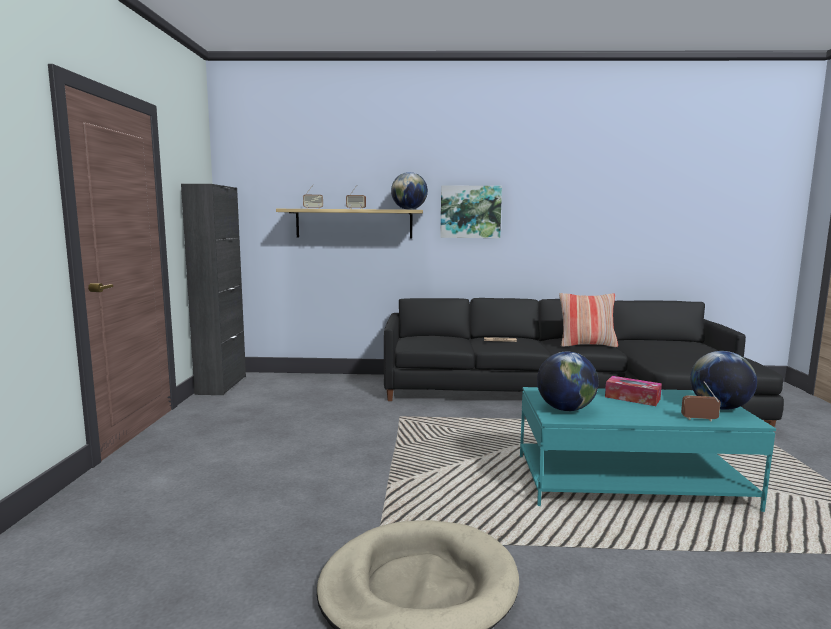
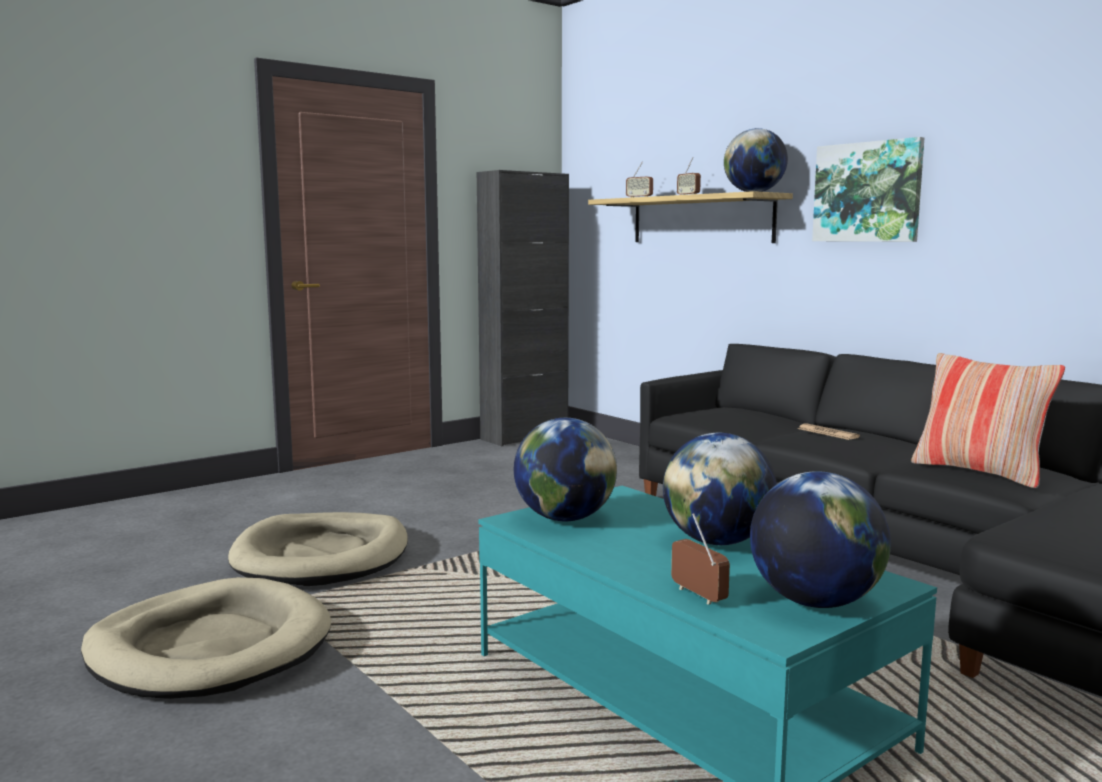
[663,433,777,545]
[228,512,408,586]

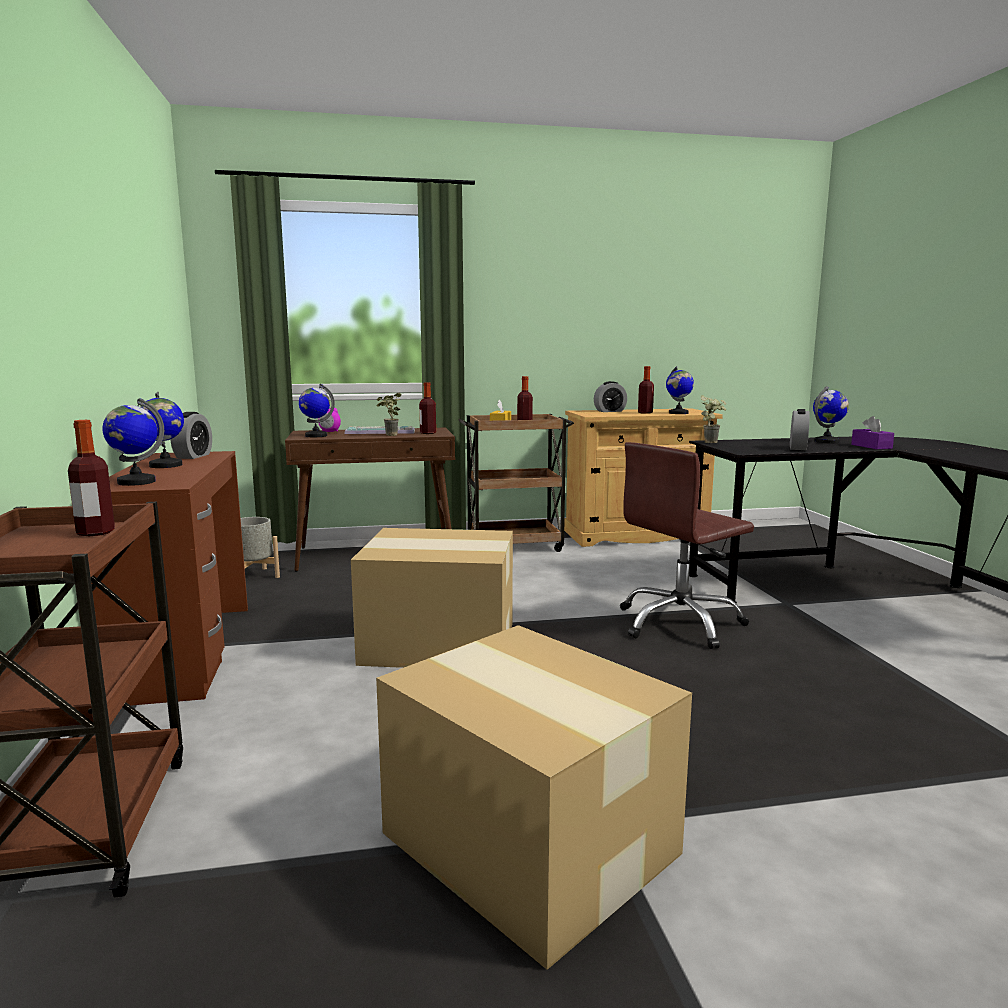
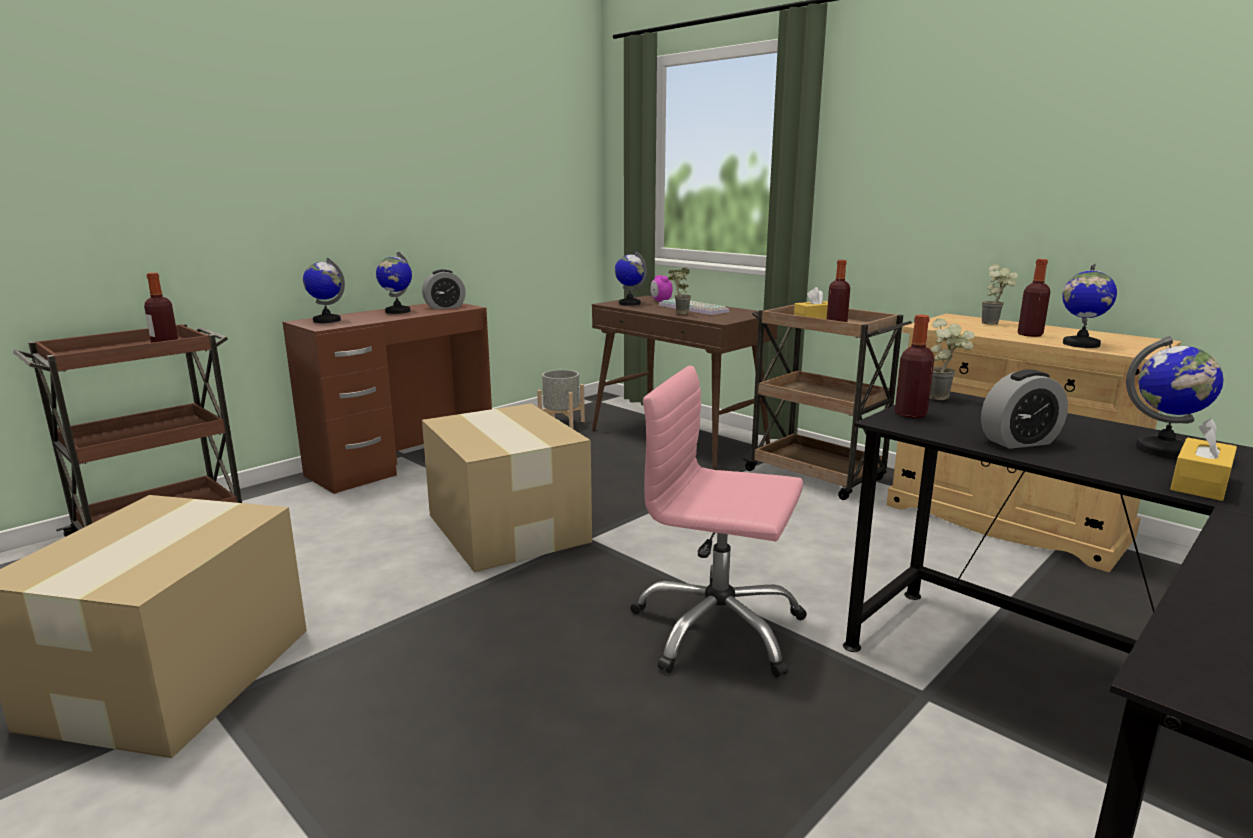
[982,264,1018,325]
[895,315,934,418]
[1170,418,1237,501]
[630,366,807,678]

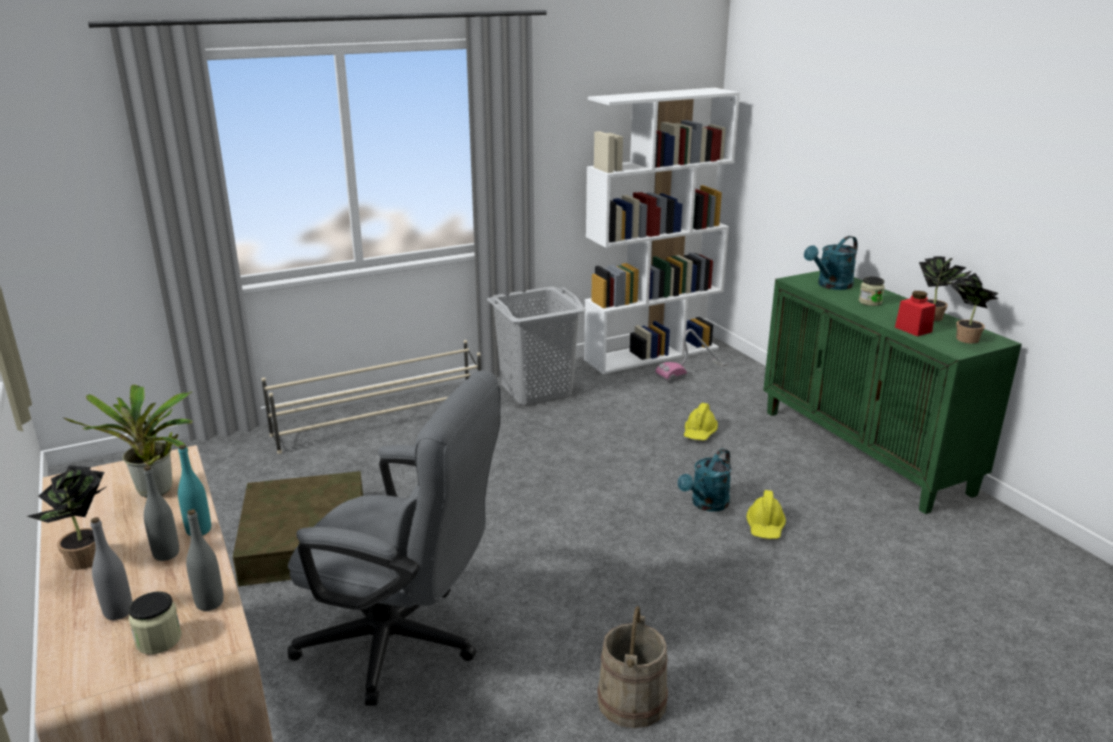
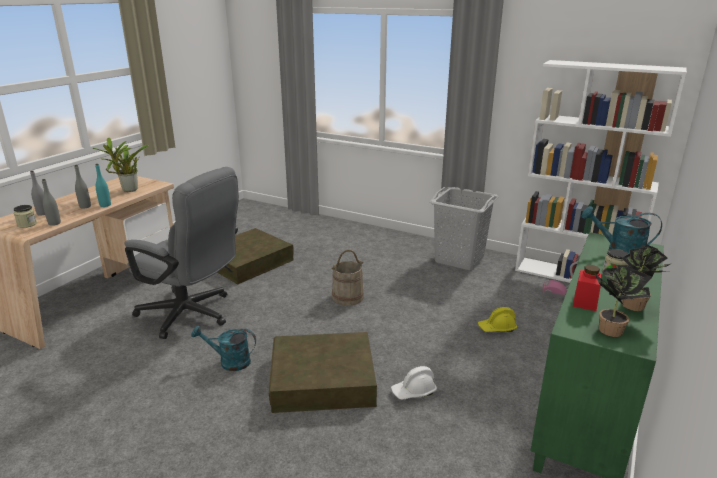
[261,340,481,454] (first image)
[124,167,239,339]
[191,325,256,371]
[27,466,106,570] (first image)
[391,366,437,400]
[332,250,364,306]
[269,332,377,413]

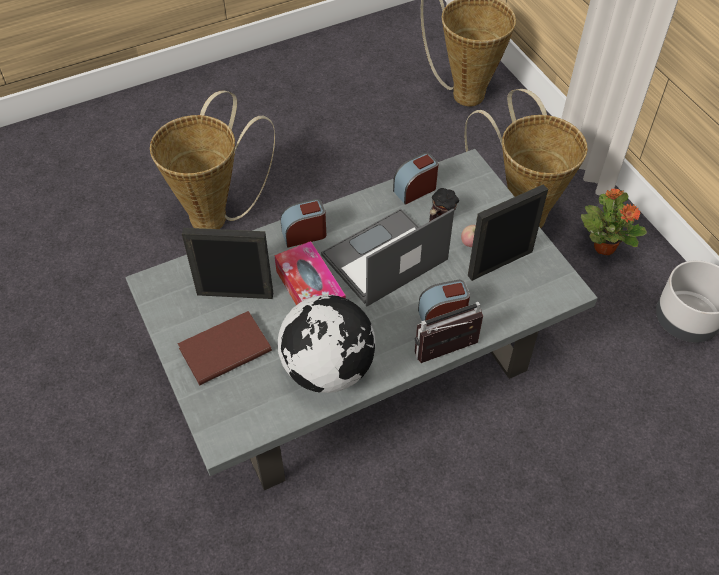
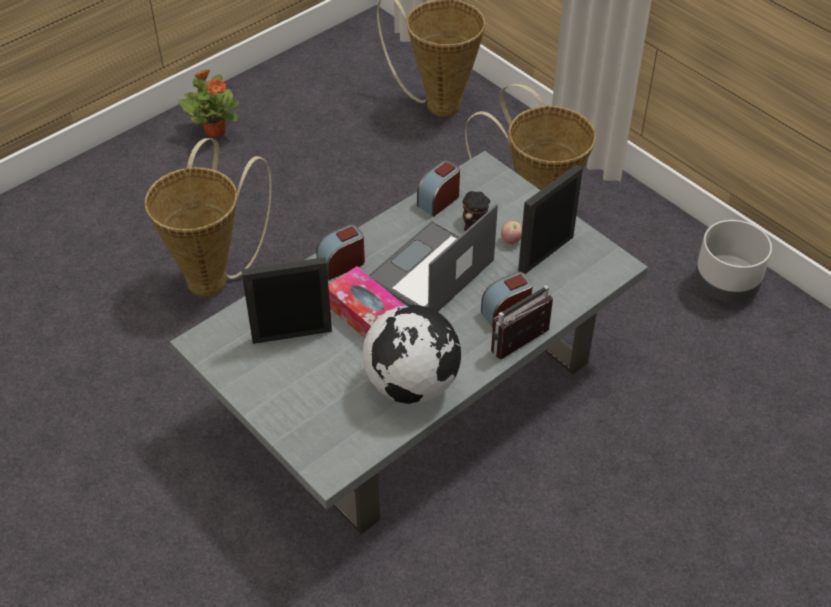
[178,69,239,137]
[177,311,272,385] (first image)

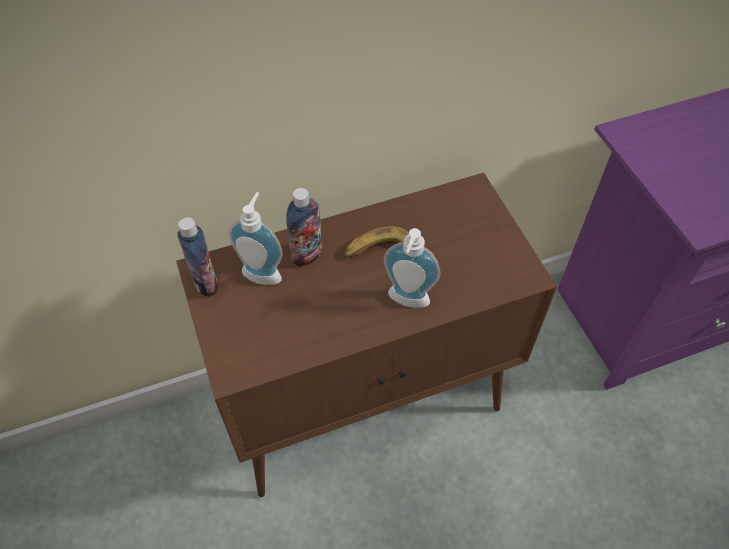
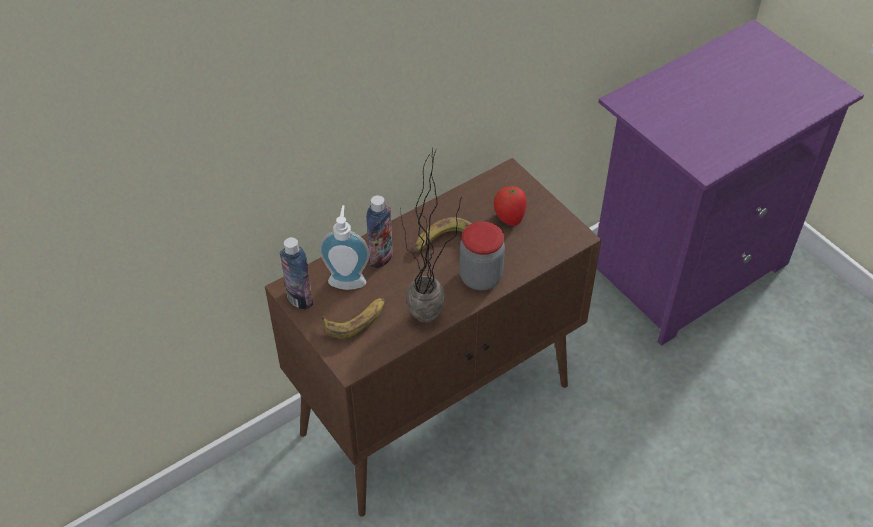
[460,222,505,290]
[400,148,462,323]
[494,185,527,226]
[322,298,385,339]

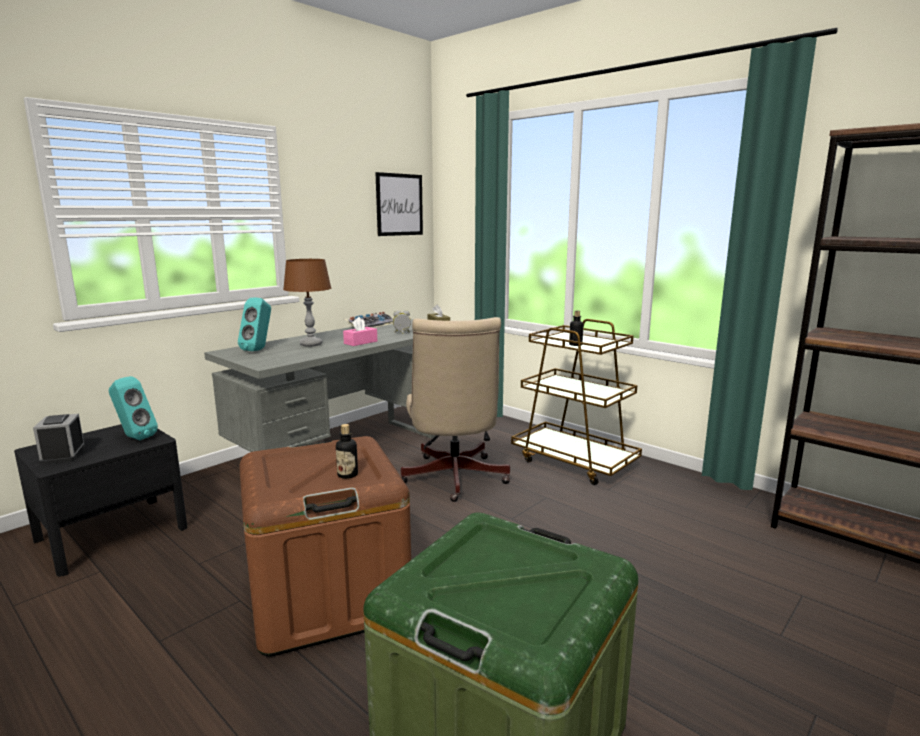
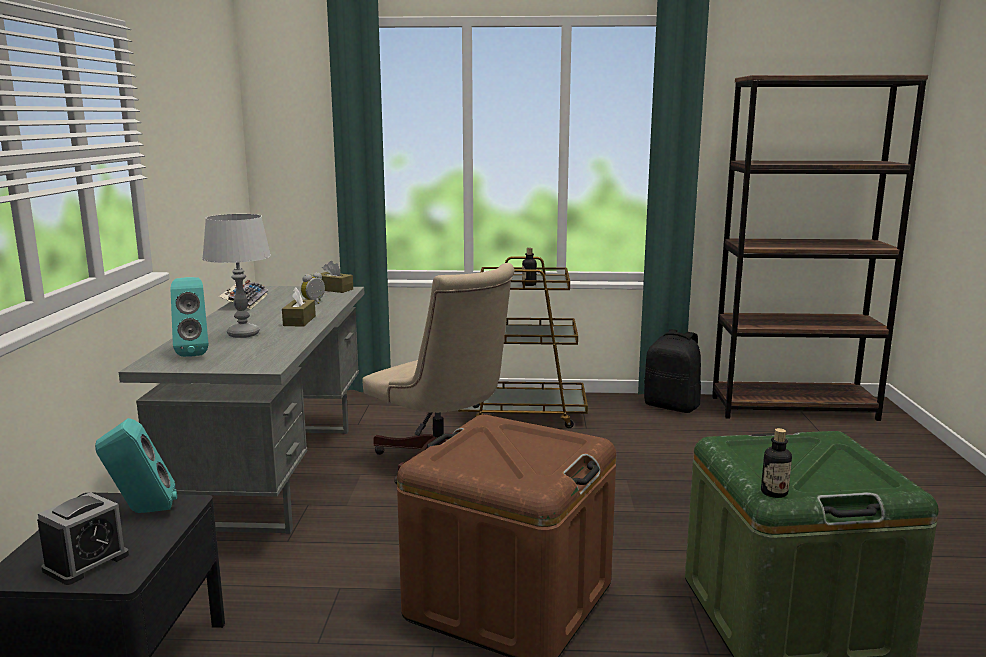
[375,172,423,236] (first image)
[202,214,271,338]
[282,288,316,327]
[37,492,129,585]
[761,428,792,498]
[644,329,701,413]

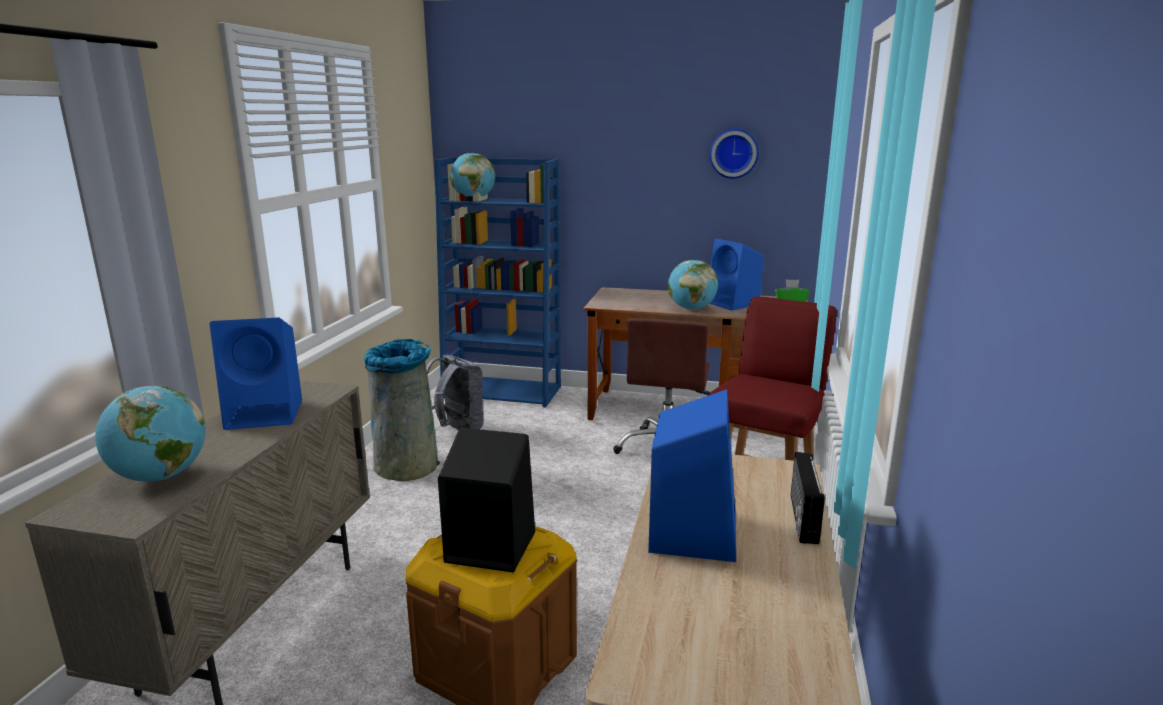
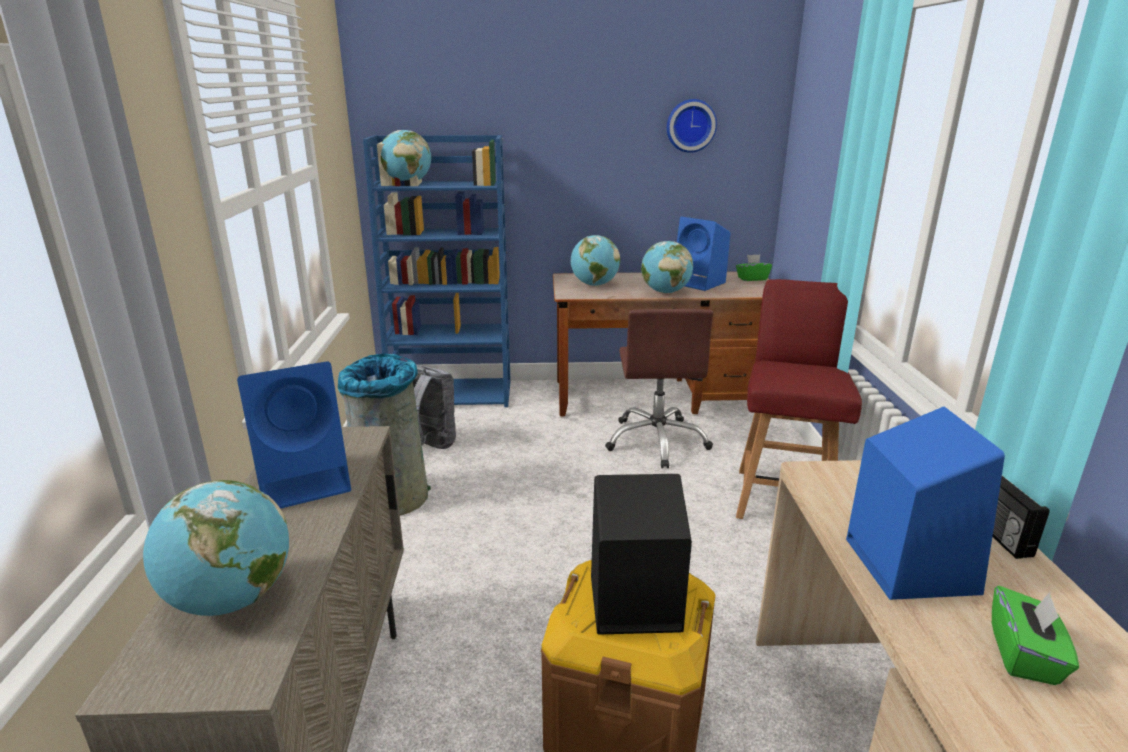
[571,235,620,286]
[992,586,1079,685]

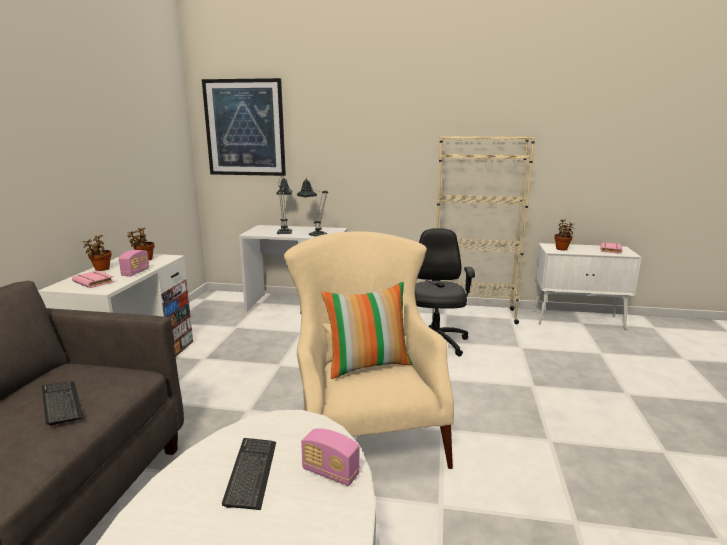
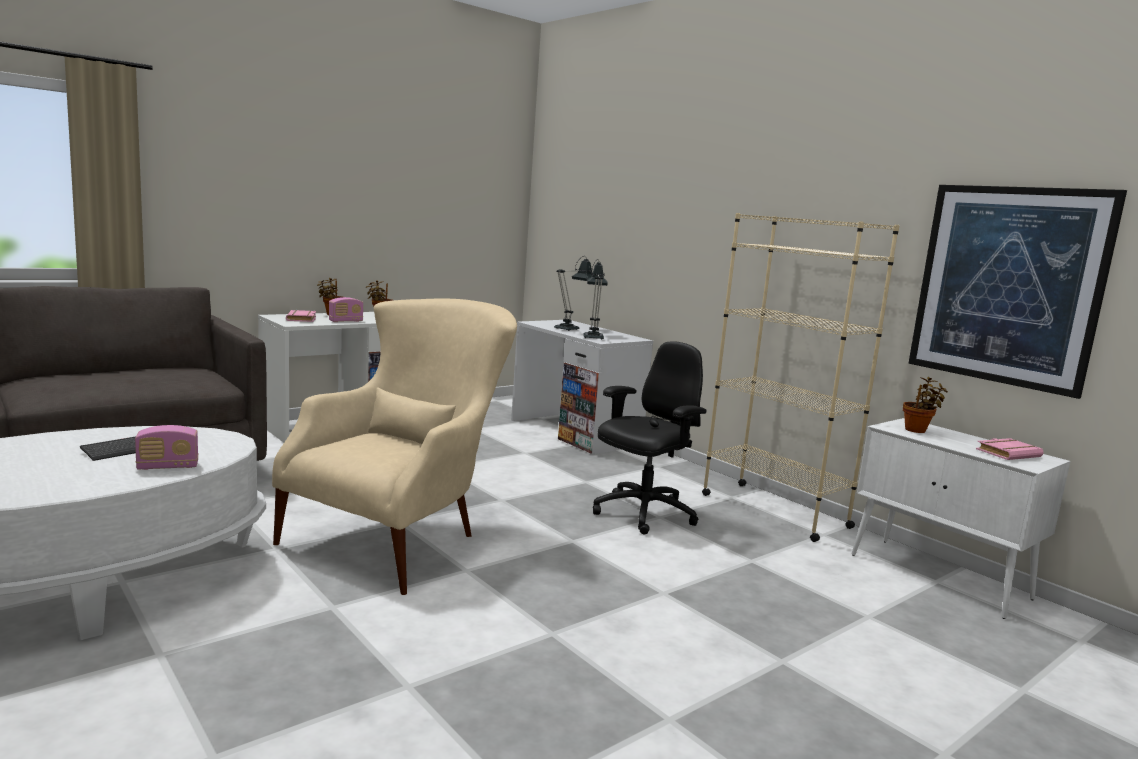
[908,185,1127,399]
[321,282,412,379] (first image)
[42,382,84,426] (first image)
[135,425,199,470]

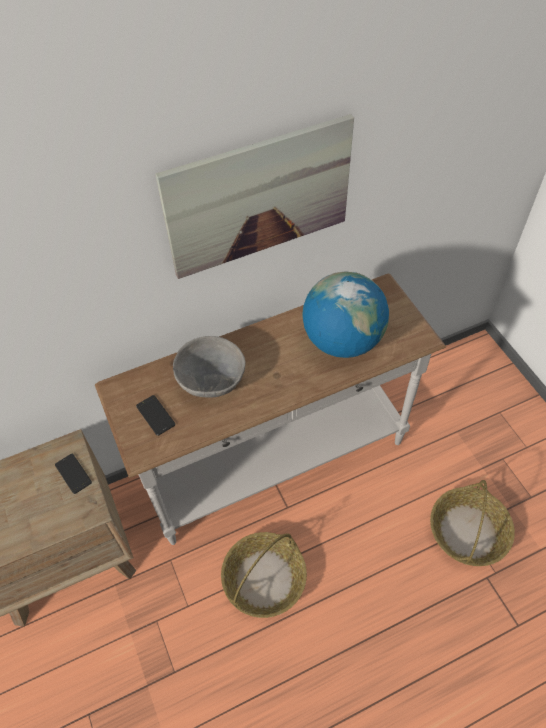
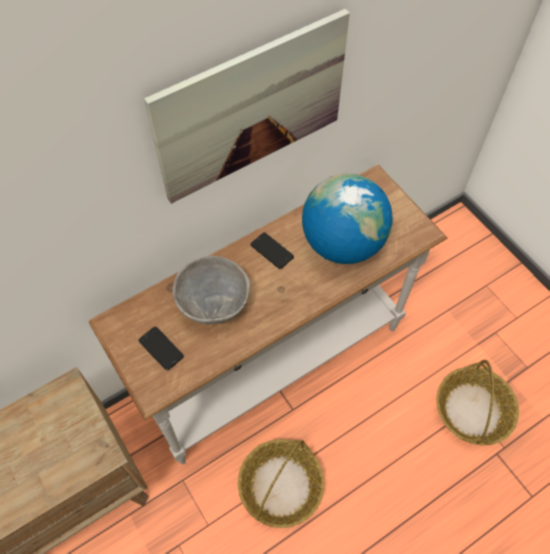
[250,232,294,269]

